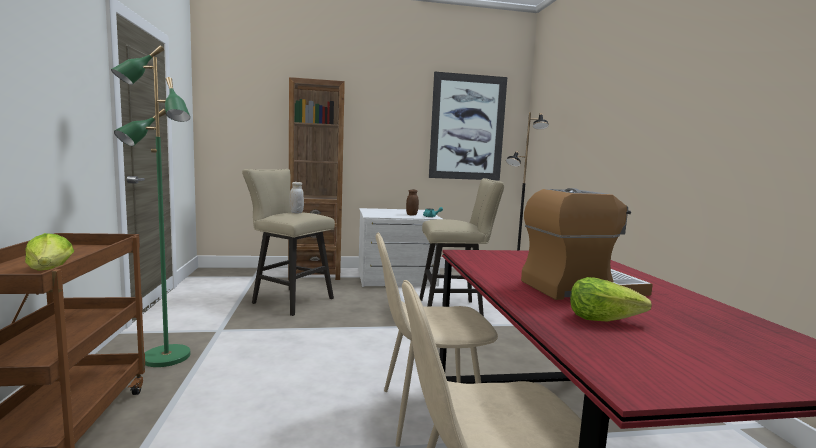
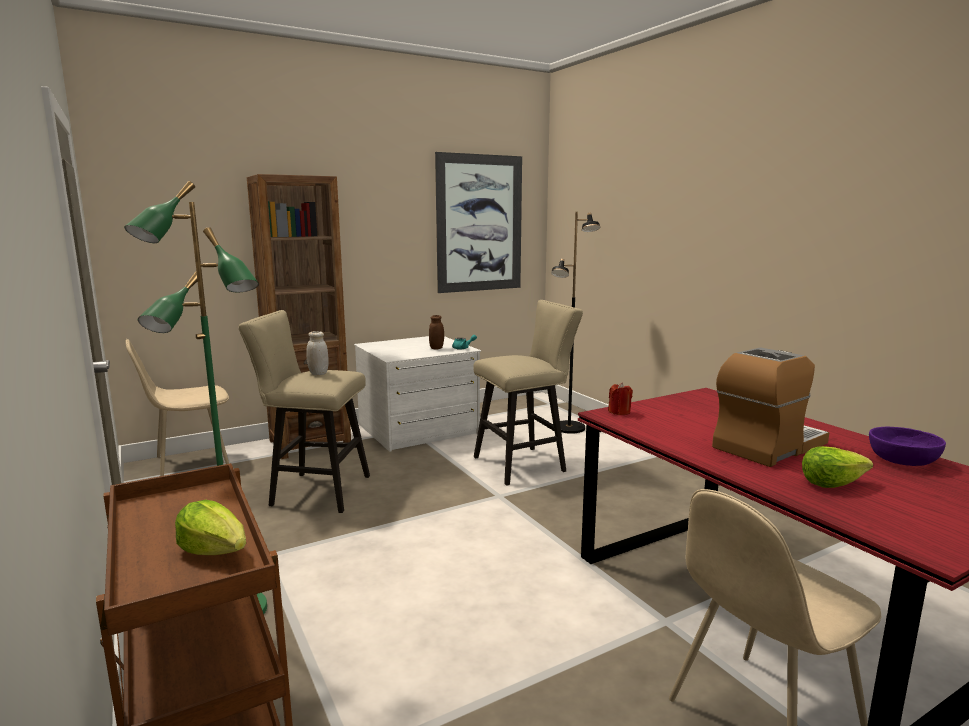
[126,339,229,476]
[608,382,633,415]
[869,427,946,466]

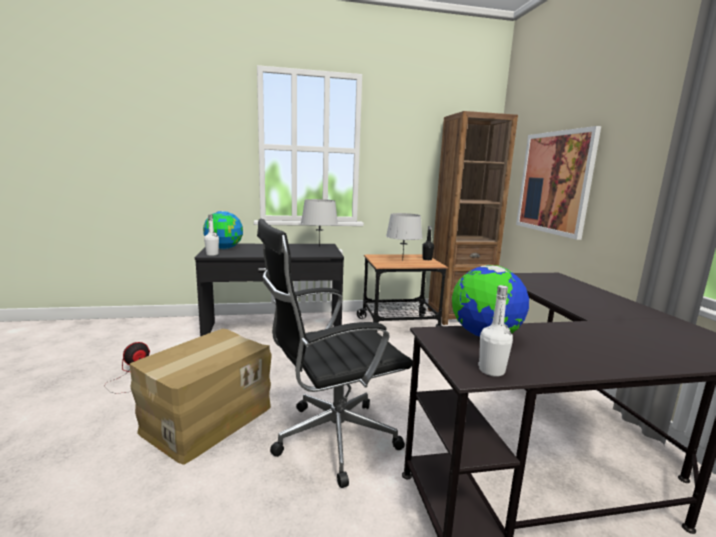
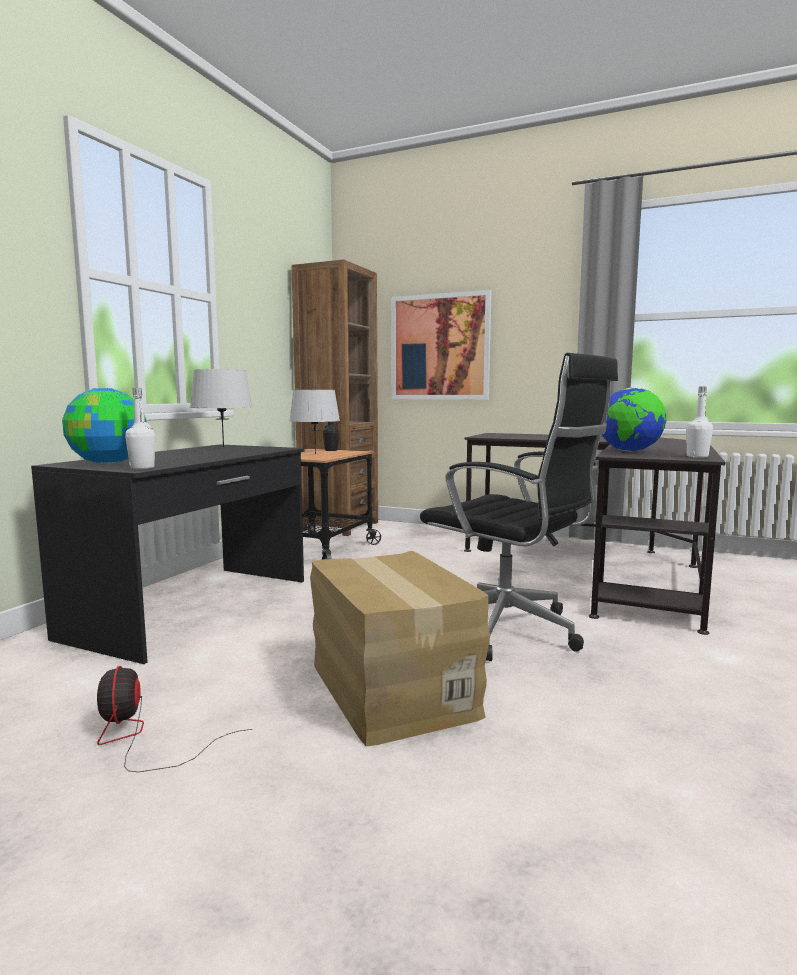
[420,353,618,661]

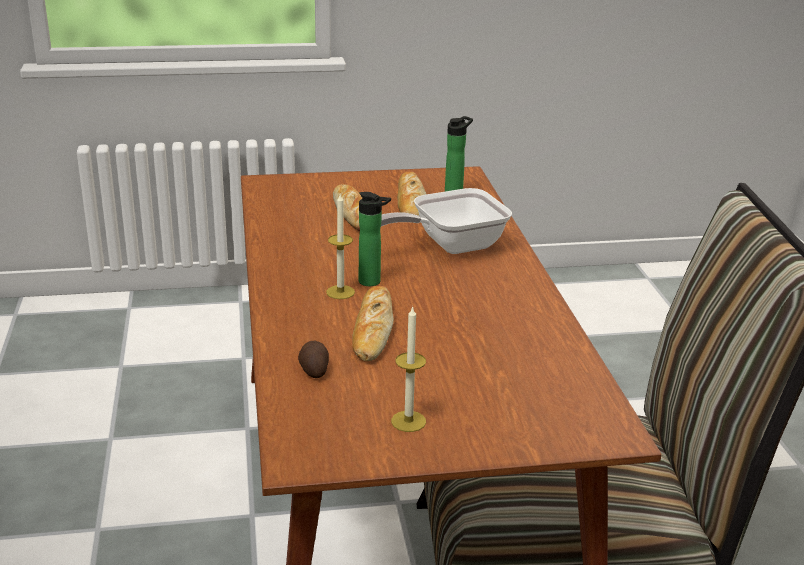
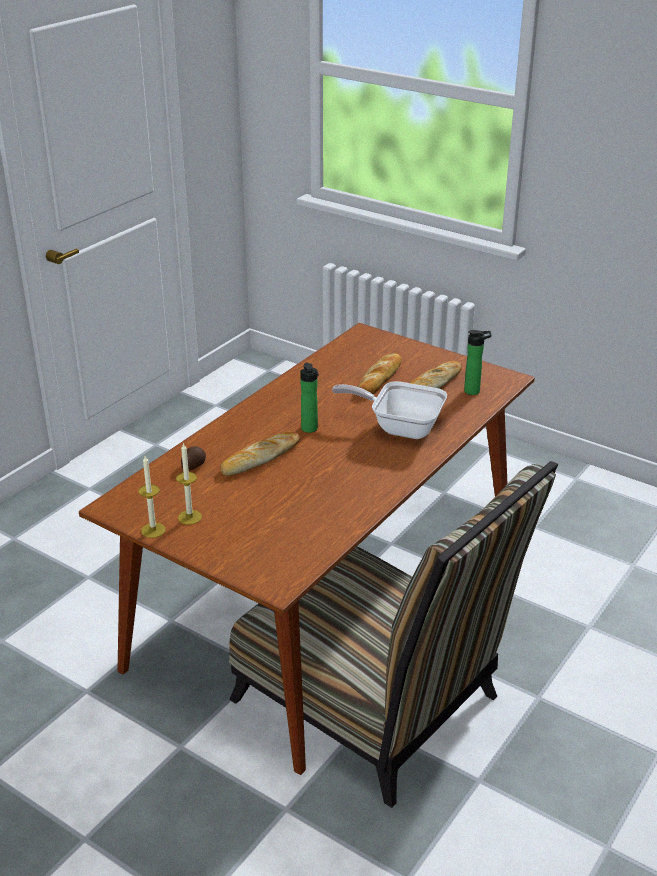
[138,456,165,538]

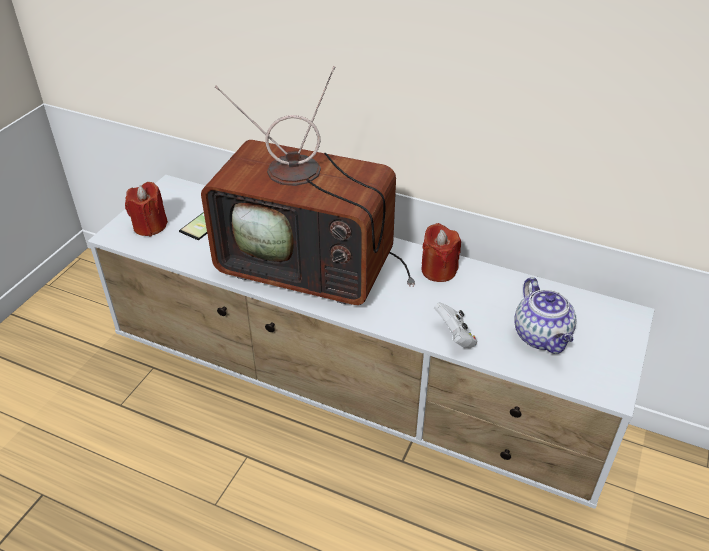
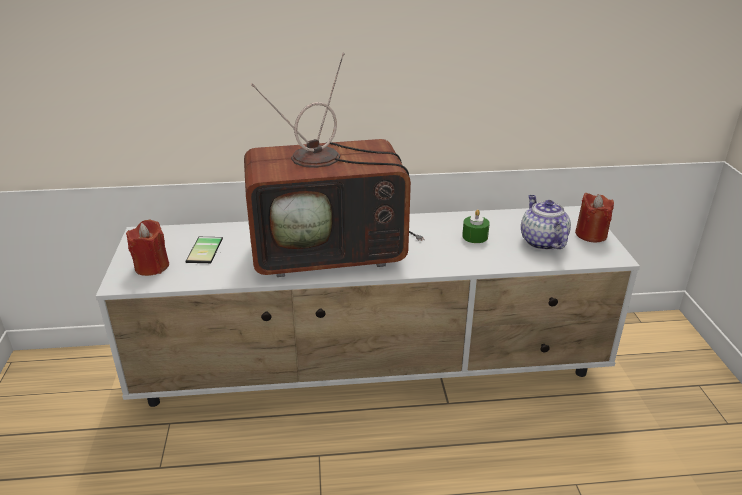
[575,193,614,243]
[521,195,571,250]
[434,302,477,348] (first image)
[462,209,490,243]

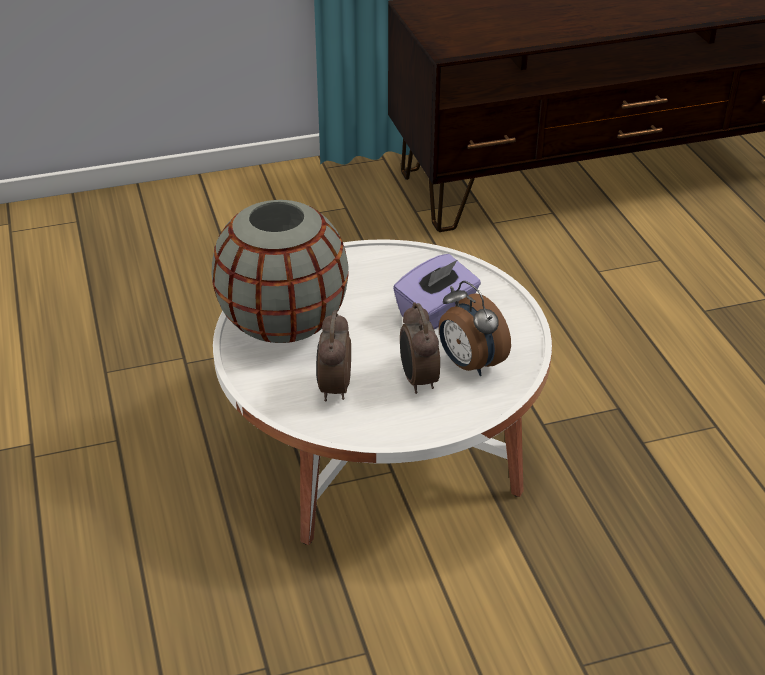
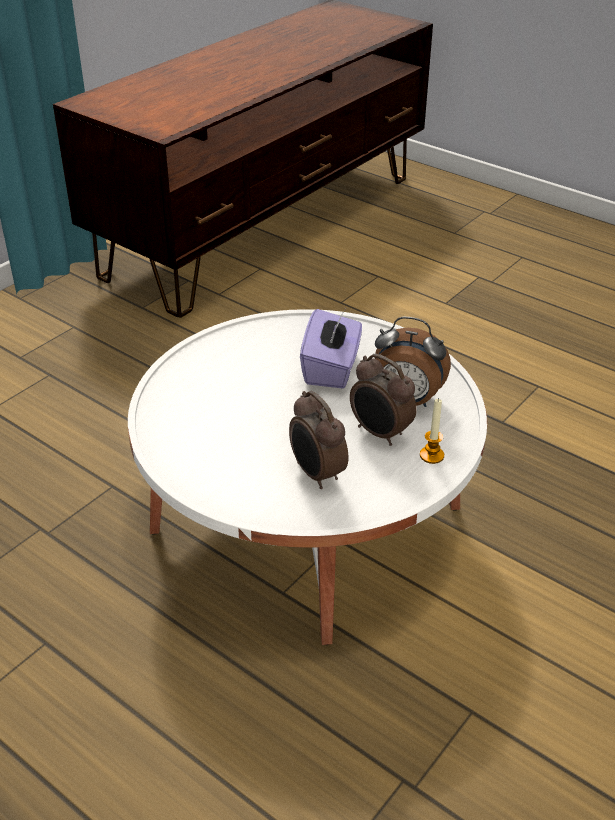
[211,200,349,343] (first image)
[420,398,444,464]

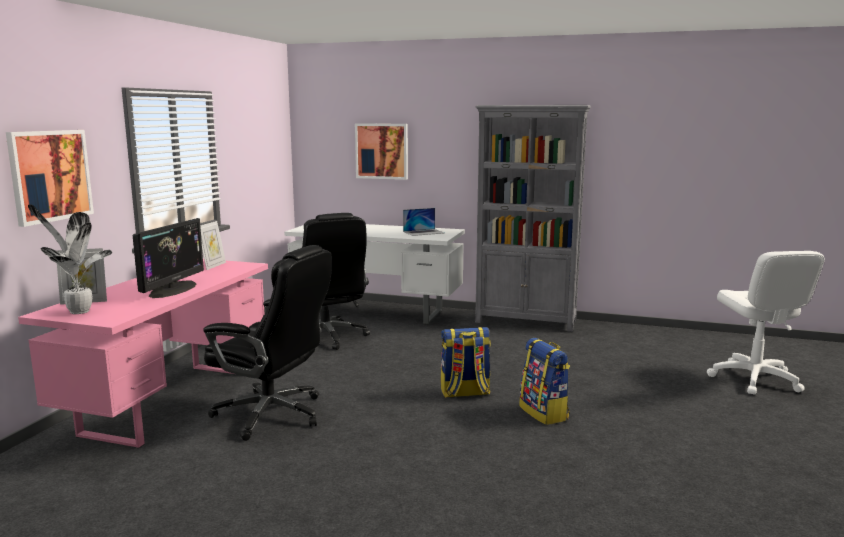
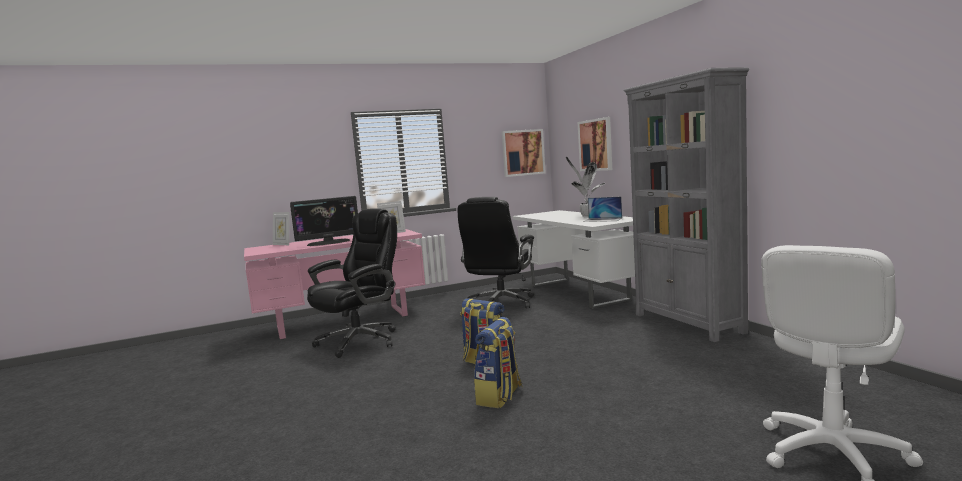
[502,129,546,177]
[566,157,605,217]
[307,208,397,358]

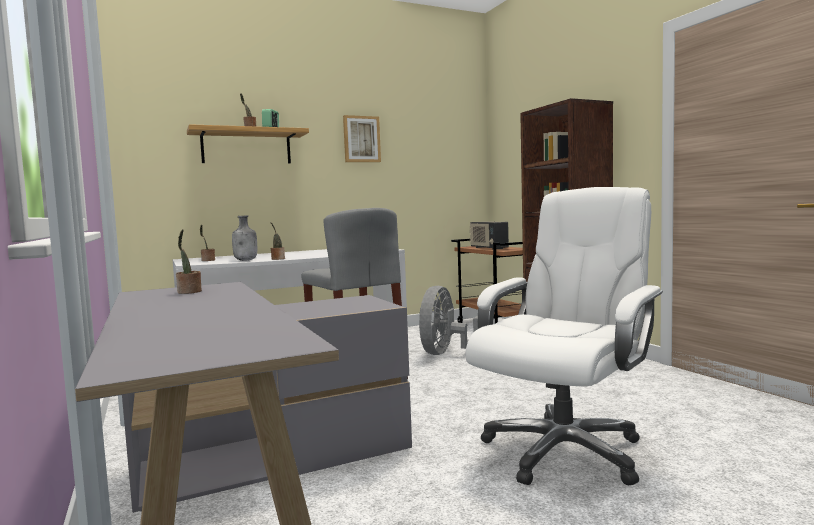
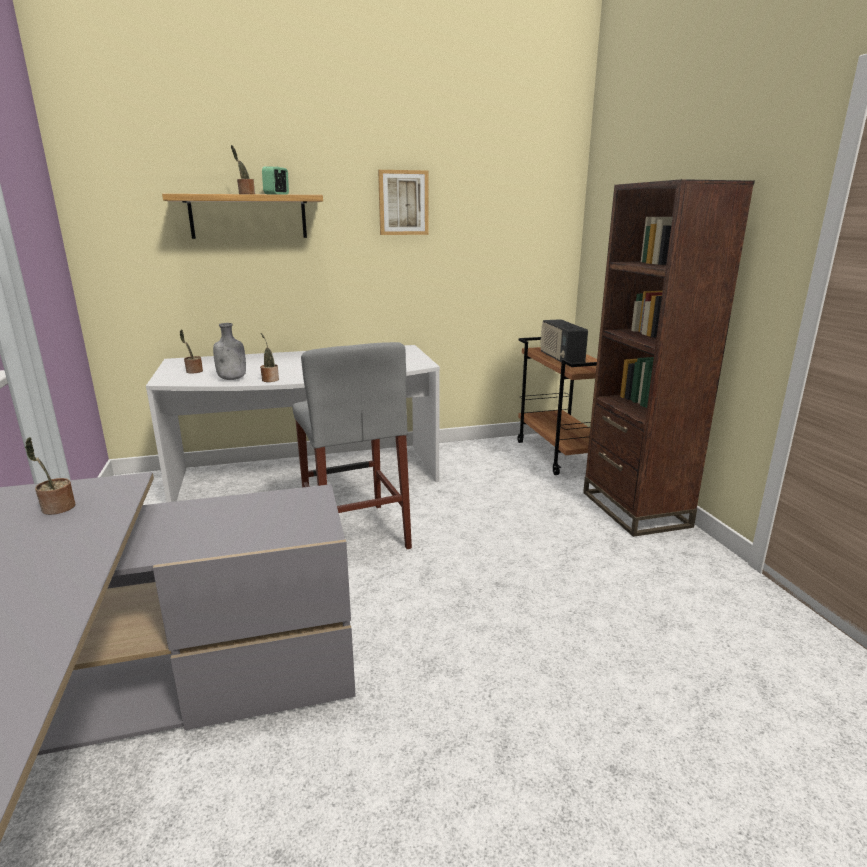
[465,187,663,486] (first image)
[419,286,478,355] (first image)

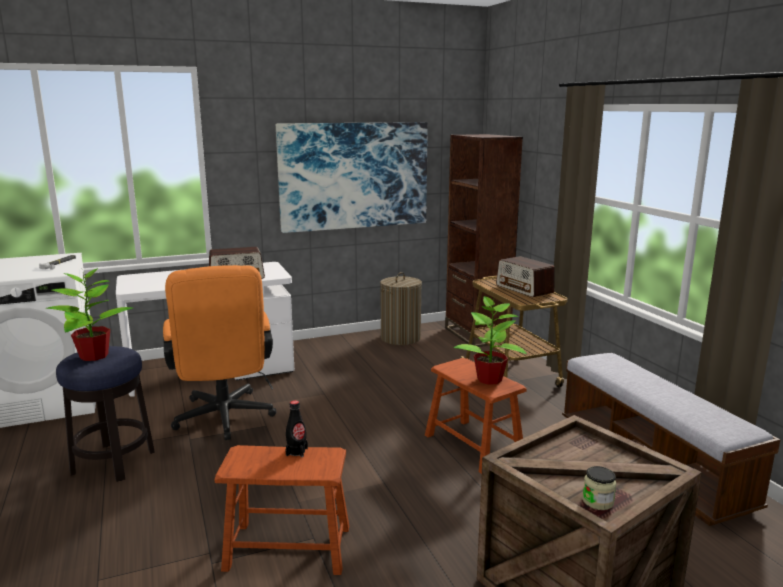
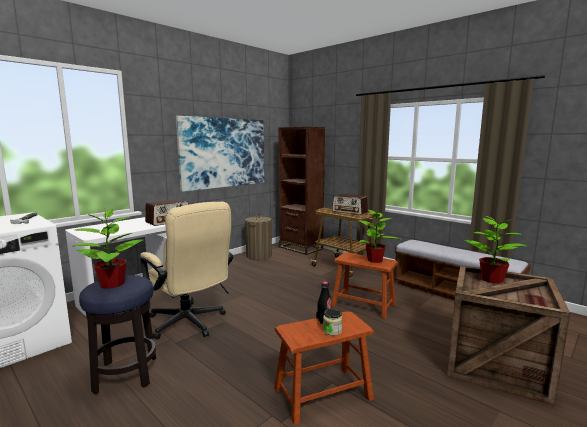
[140,202,233,339]
[323,309,342,336]
[464,213,526,284]

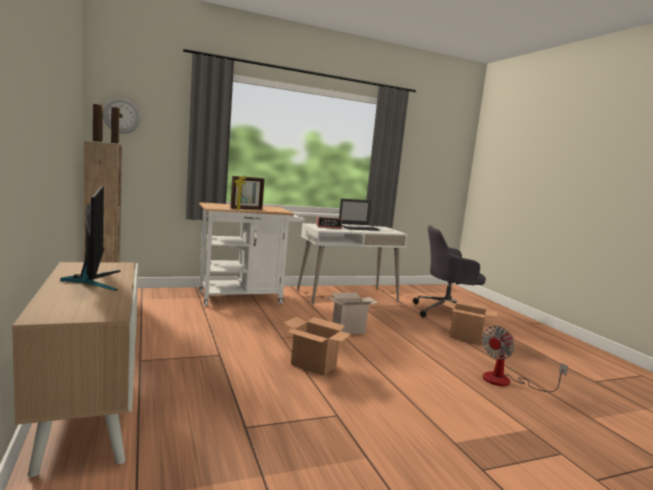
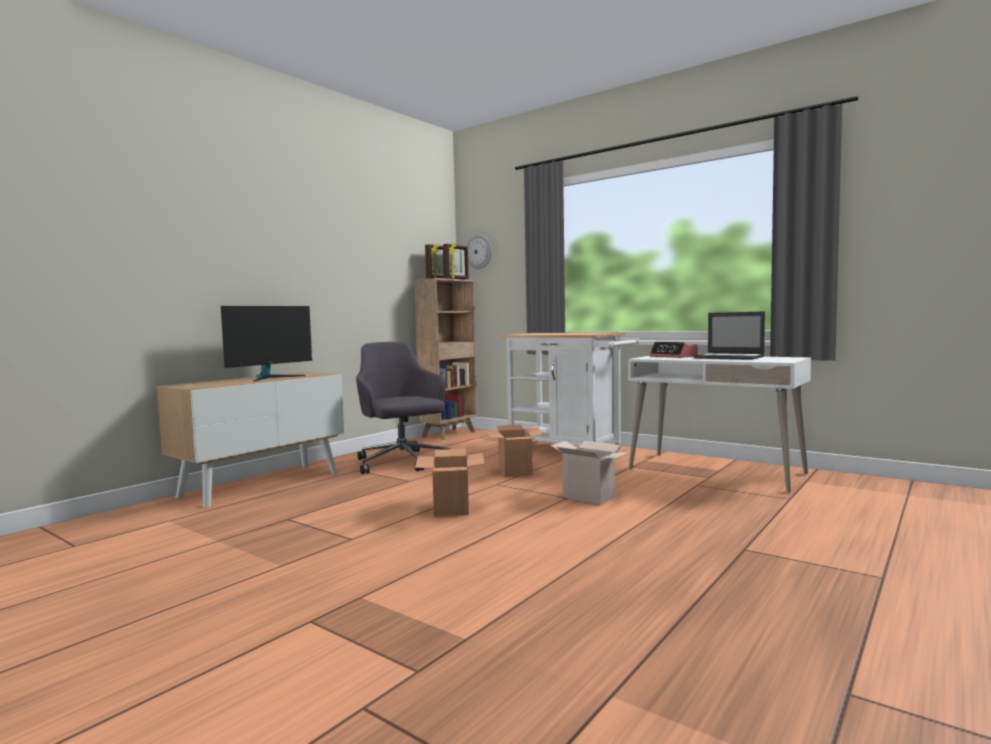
[230,176,264,210] (first image)
[356,342,450,474]
[485,424,545,477]
[482,326,568,392] (first image)

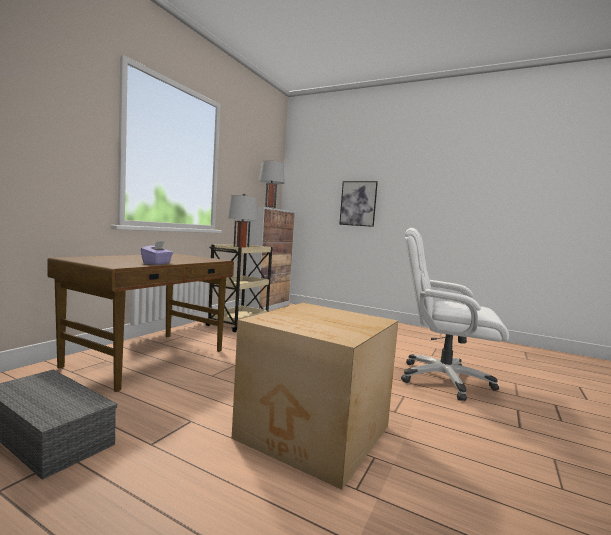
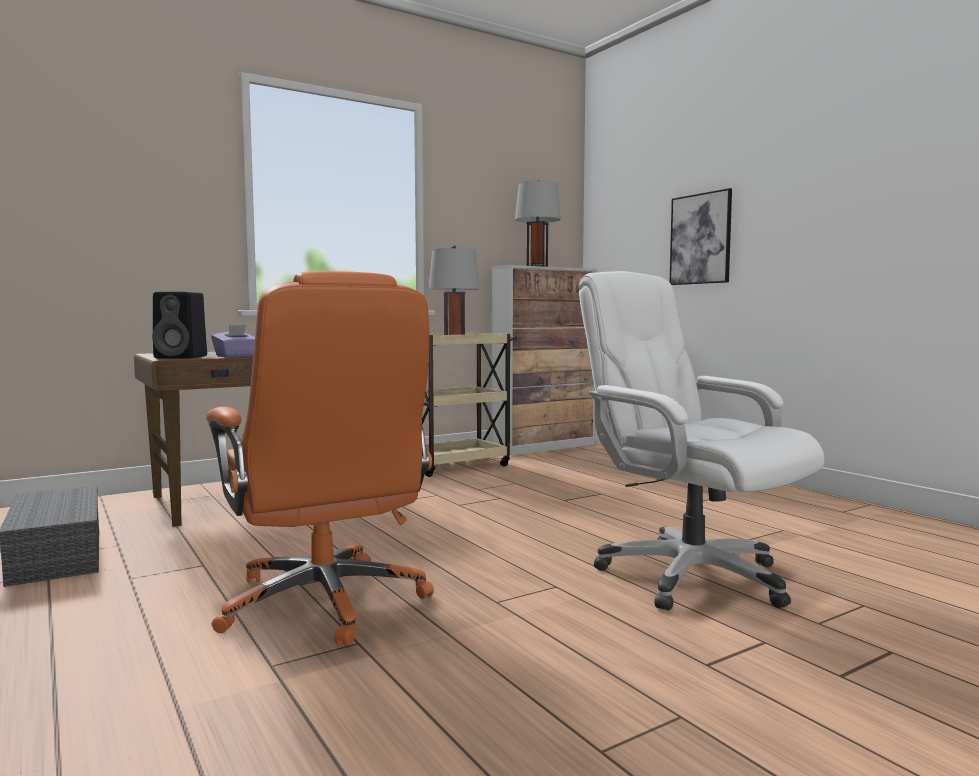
[206,271,434,646]
[152,291,207,359]

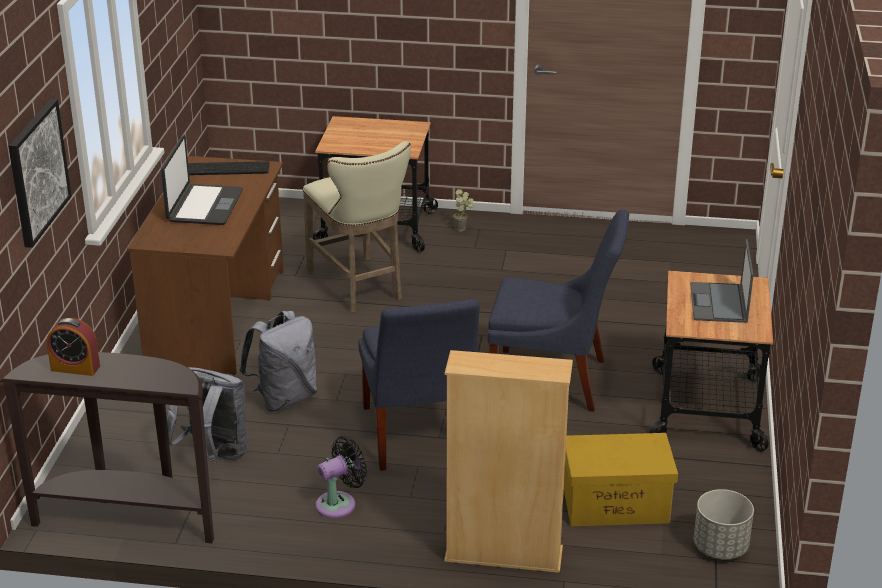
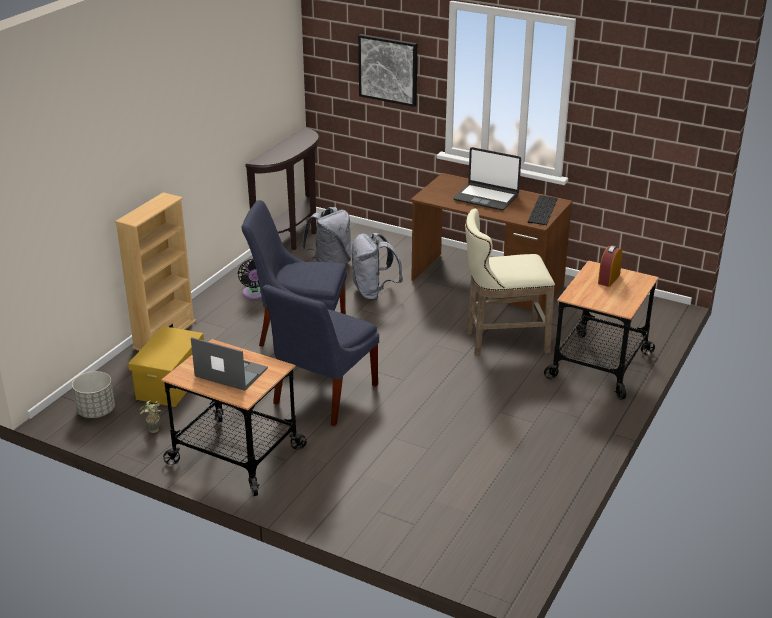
[140,400,161,433]
[598,245,622,287]

